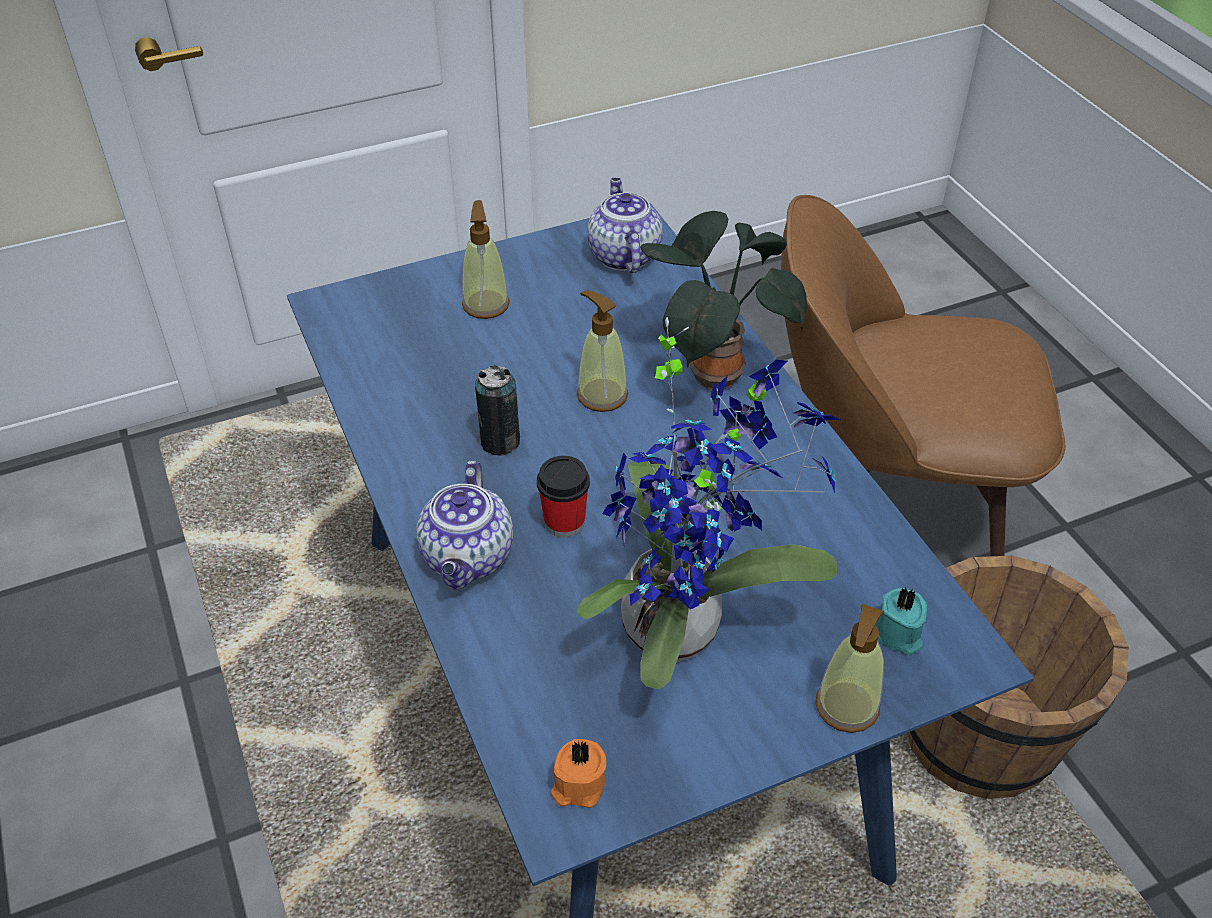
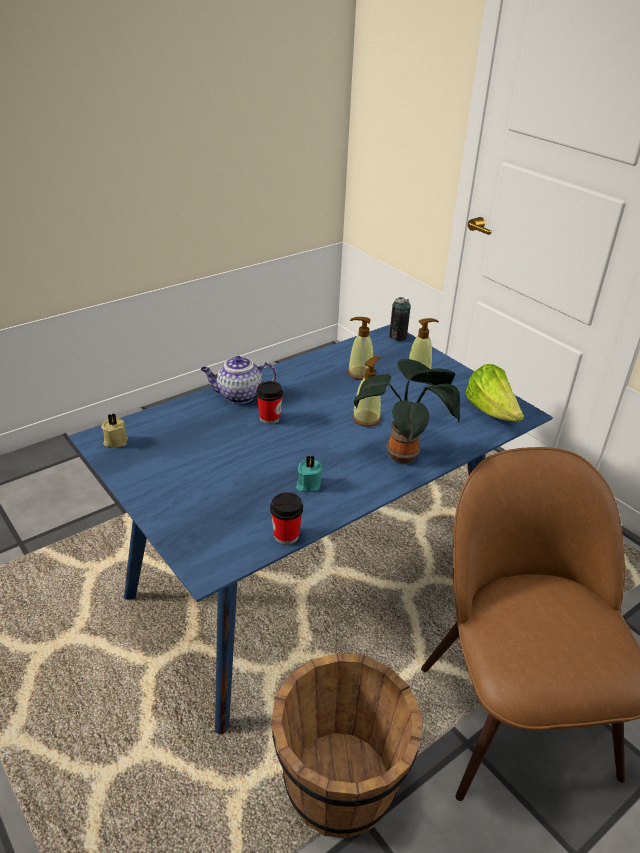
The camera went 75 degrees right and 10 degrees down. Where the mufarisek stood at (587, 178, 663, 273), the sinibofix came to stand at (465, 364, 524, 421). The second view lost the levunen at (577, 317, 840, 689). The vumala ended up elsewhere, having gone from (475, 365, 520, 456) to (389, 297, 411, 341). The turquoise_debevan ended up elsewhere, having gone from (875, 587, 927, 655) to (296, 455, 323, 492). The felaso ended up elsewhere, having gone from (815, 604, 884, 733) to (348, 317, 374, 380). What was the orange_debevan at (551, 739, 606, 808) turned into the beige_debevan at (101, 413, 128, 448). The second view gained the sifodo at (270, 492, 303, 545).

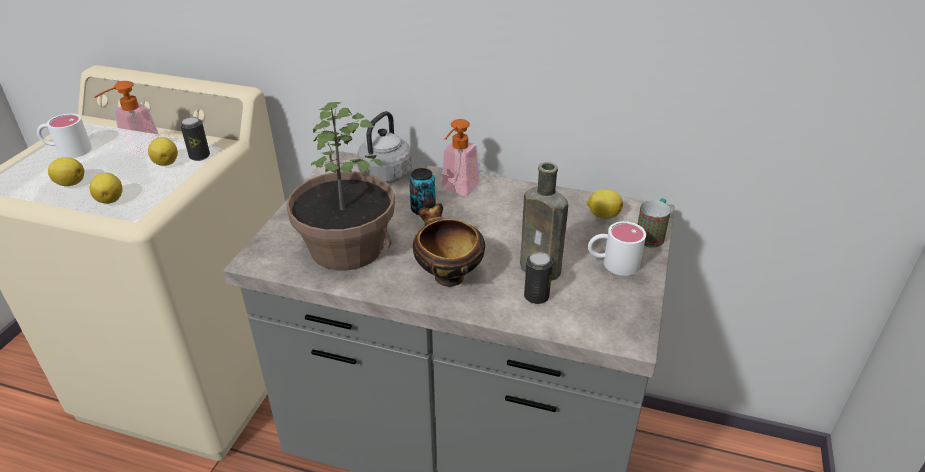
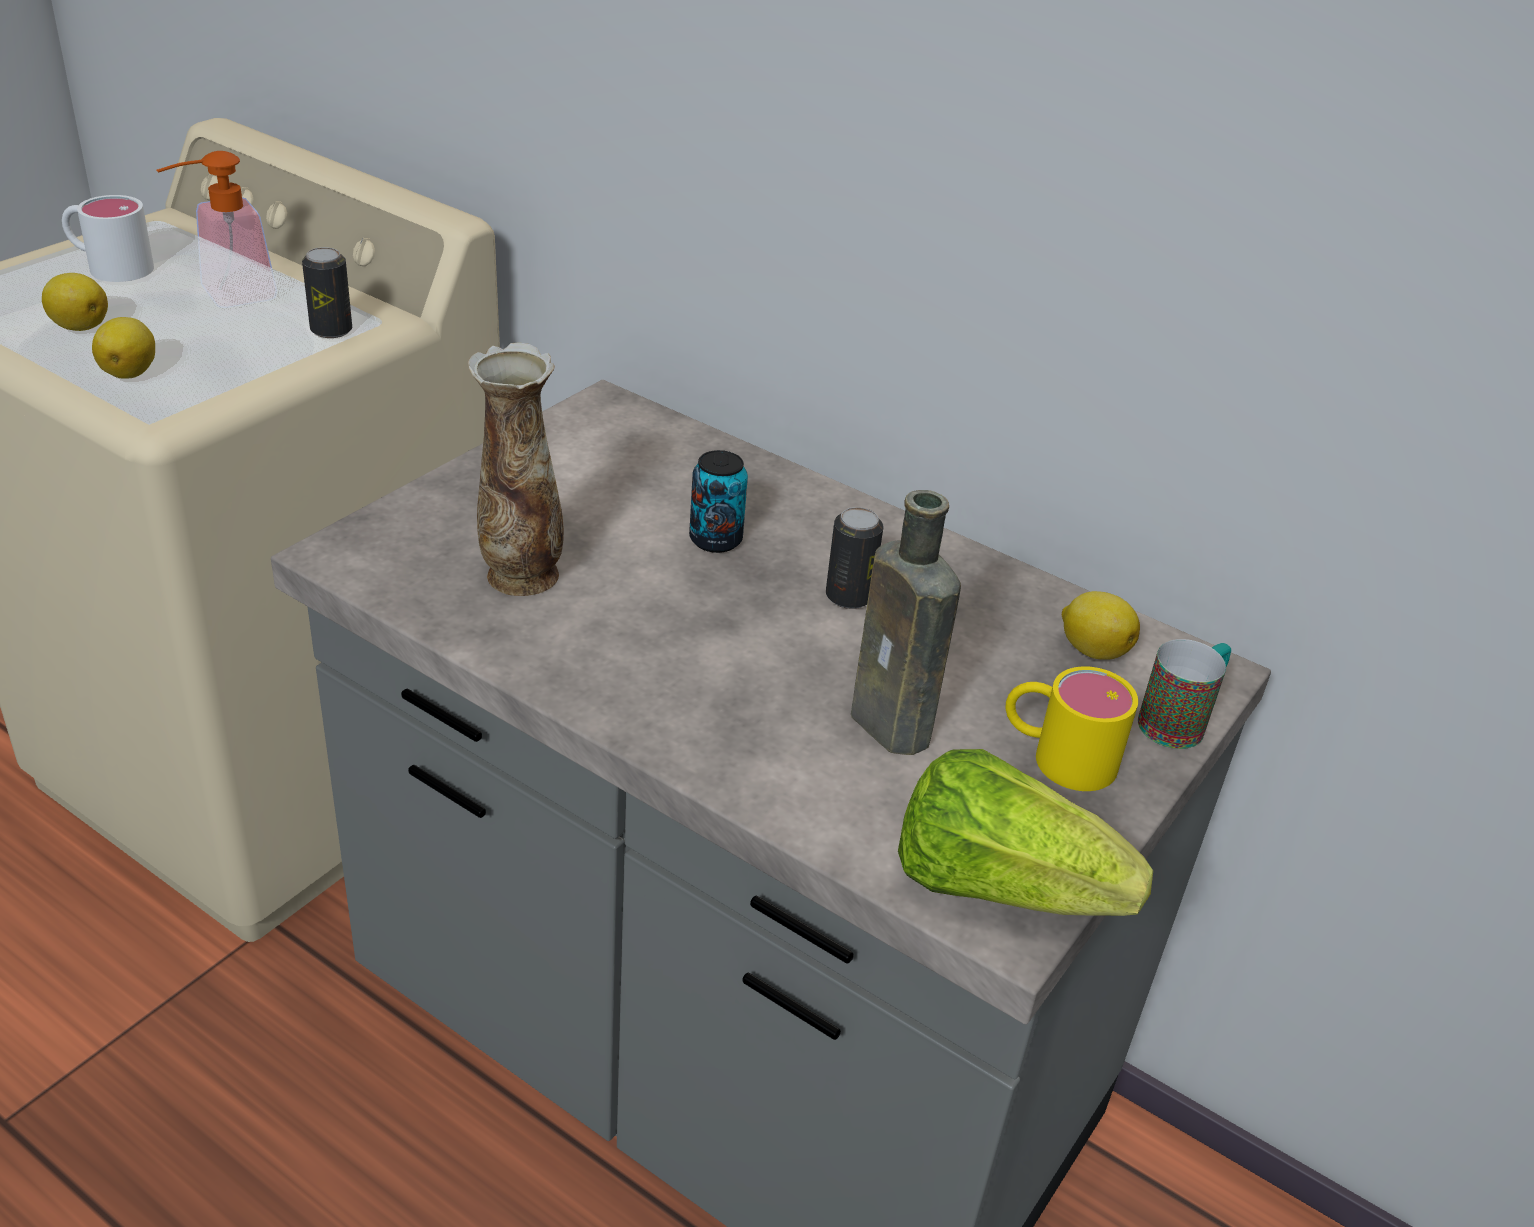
The camera went 15 degrees right and 0 degrees up. Where the levunen stood at (287, 102, 395, 271), the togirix came to stand at (468, 342, 564, 596). The second view lost the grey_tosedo at (353, 111, 412, 184). The second view lost the felaso at (441, 119, 480, 196). The second view lost the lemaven at (148, 137, 178, 166). The second view lost the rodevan at (413, 203, 485, 287). What was the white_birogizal at (588, 221, 646, 276) turned into the yellow_birogizal at (1005, 666, 1138, 791). The vumala ended up elsewhere, having gone from (524, 252, 553, 304) to (826, 507, 883, 609). The second view gained the sinibofix at (898, 749, 1153, 916).

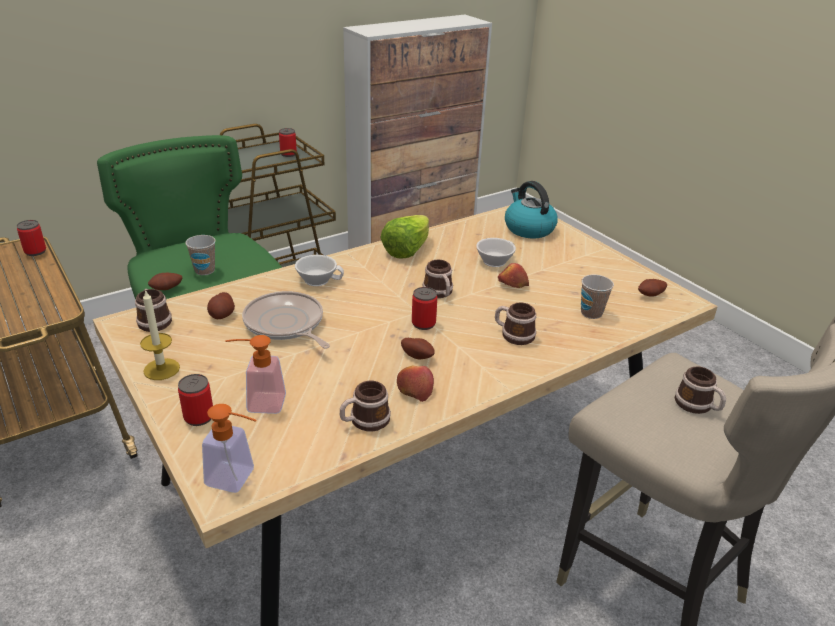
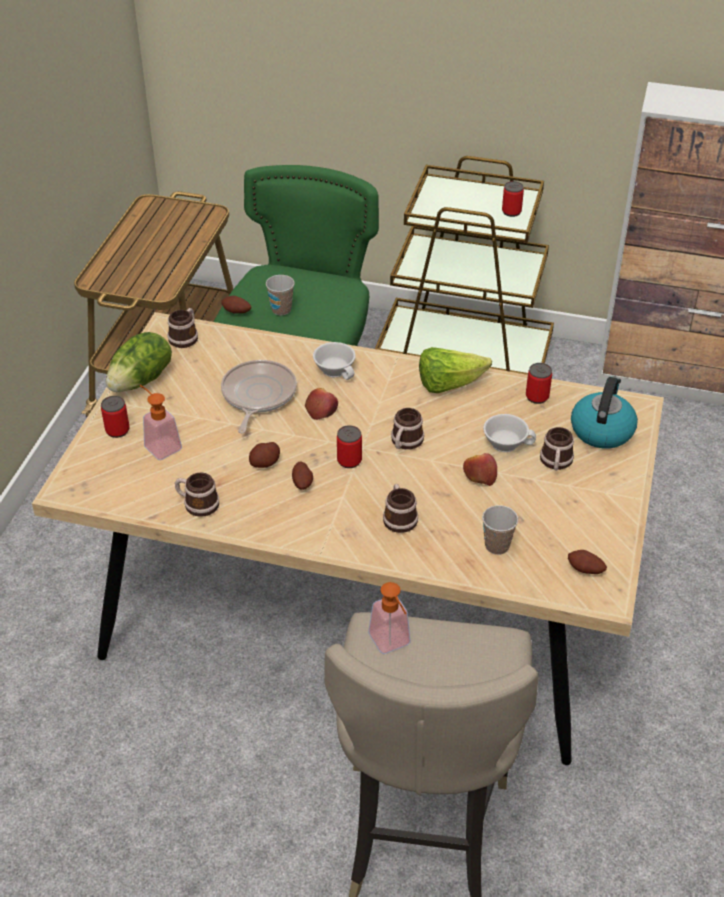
The camera went 50 degrees right and 10 degrees up. The vumala ended up elsewhere, having gone from (17, 220, 46, 256) to (526, 363, 552, 404). Where the debevan stood at (140, 289, 180, 380), the sinibofix came to stand at (106, 332, 172, 392). The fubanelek ended up elsewhere, having gone from (207, 292, 235, 319) to (249, 442, 280, 468). The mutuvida ended up elsewhere, having gone from (397, 366, 434, 402) to (305, 388, 338, 420). The birogizal ended up elsewhere, having gone from (675, 366, 726, 414) to (540, 427, 574, 471). The felaso ended up elsewhere, having gone from (202, 404, 256, 493) to (368, 582, 411, 654).

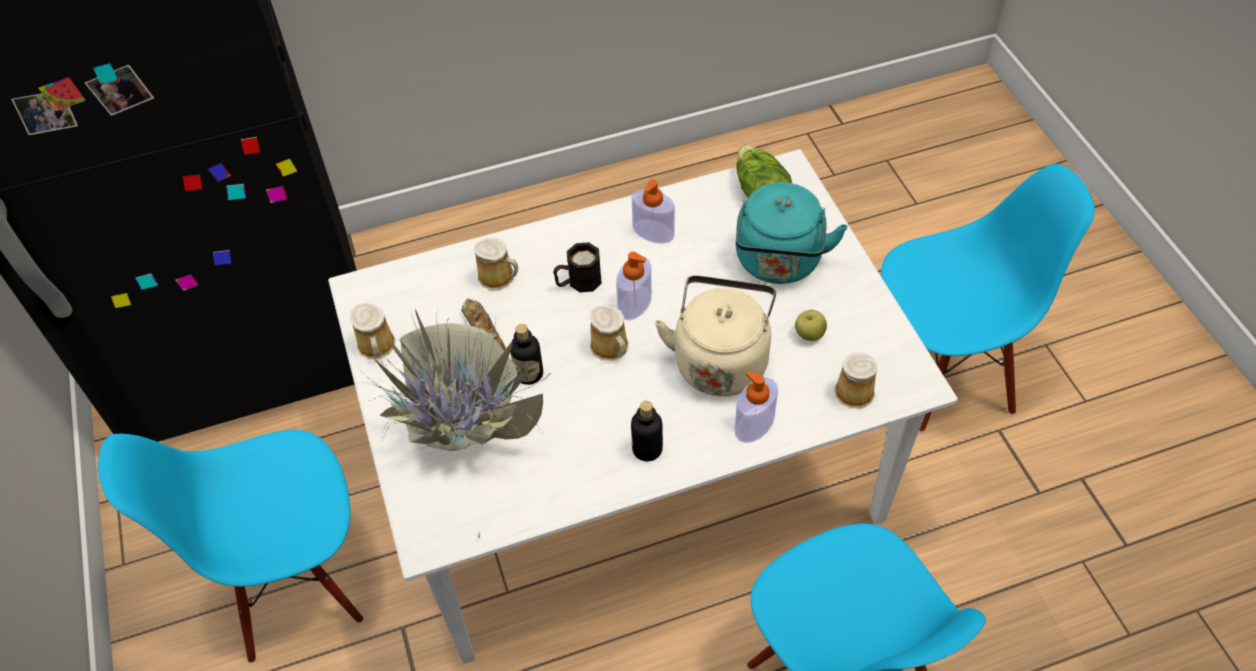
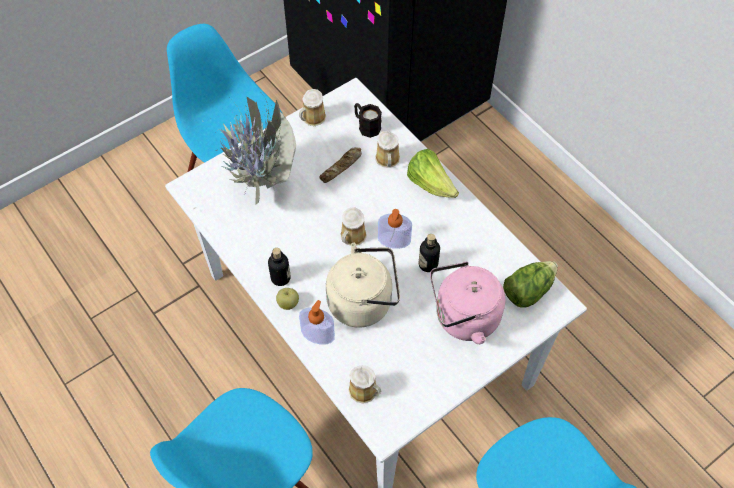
The camera went 70 degrees right and 5 degrees up. The second view lost the felaso at (632, 179, 675, 244). What was the turquoise_tosedo at (736, 182, 848, 284) turned into the pink_tosedo at (430, 262, 506, 344). The black_birogizal ended up elsewhere, having gone from (553, 242, 602, 293) to (354, 103, 382, 138). The mutuvida ended up elsewhere, having gone from (795, 310, 827, 341) to (276, 288, 299, 310). The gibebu ended up elsewhere, having gone from (510, 324, 543, 385) to (419, 234, 440, 272). The second view gained the sinibofix at (407, 149, 459, 198).

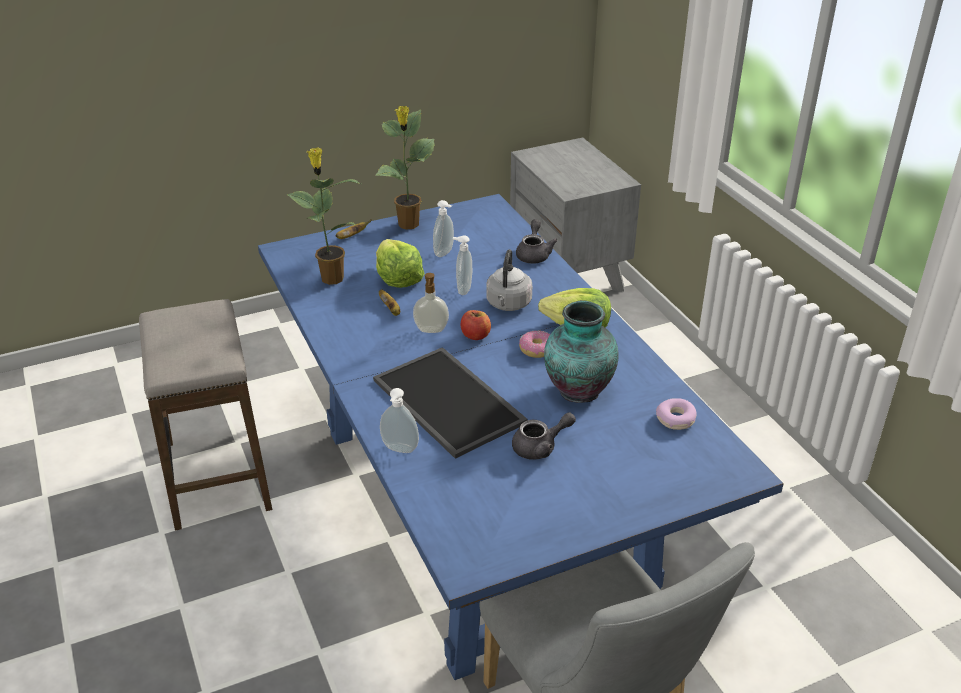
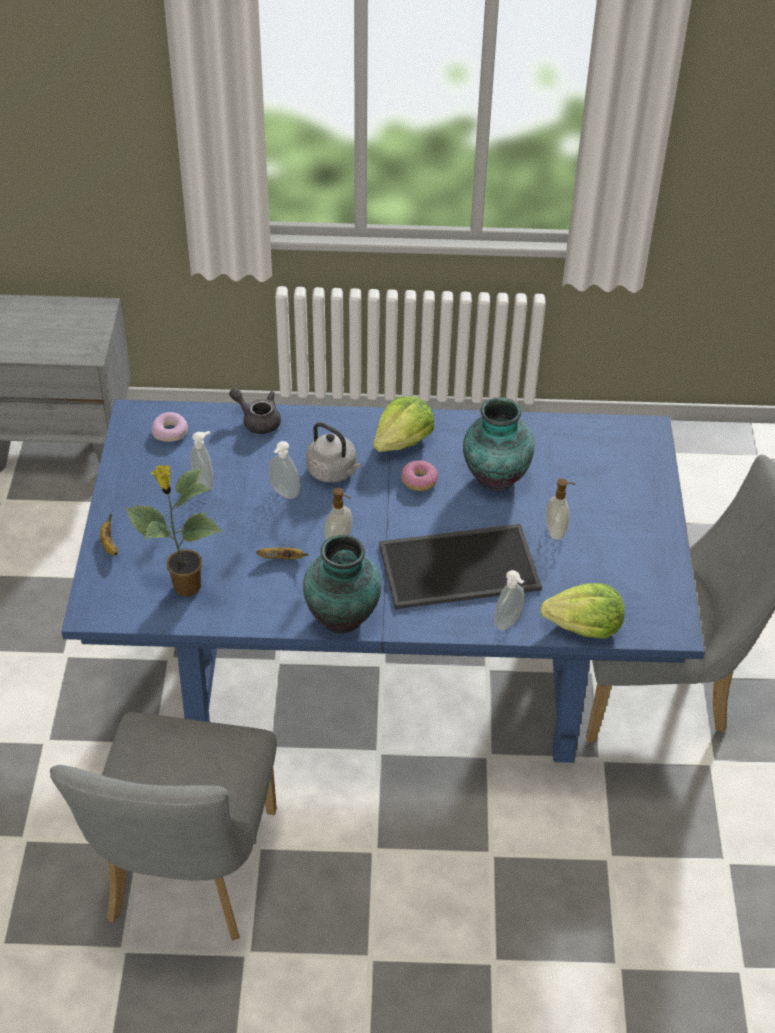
The camera went 65 degrees left and 10 degrees up. The second view lost the levunen at (375, 106, 435, 230). The sinibofix ended up elsewhere, having gone from (376, 239, 425, 288) to (540, 583, 625, 639). Where the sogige stood at (139, 299, 272, 530), the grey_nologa came to stand at (50, 712, 277, 940). The second view lost the mutuvida at (461, 310, 491, 340). The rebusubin ended up elsewhere, having gone from (656, 398, 696, 430) to (152, 412, 188, 442). Where the grey_mufarisek stood at (512, 412, 576, 460), the felaso came to stand at (546, 478, 576, 540). The second view gained the togirix at (303, 535, 381, 633).

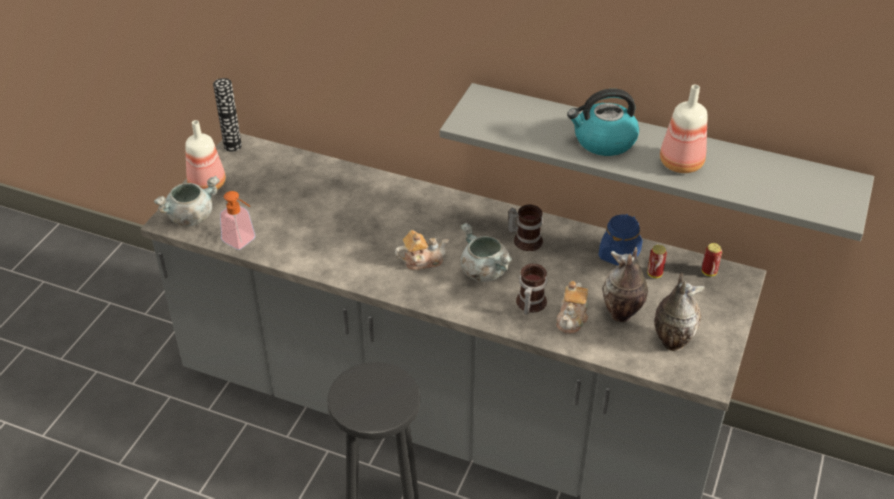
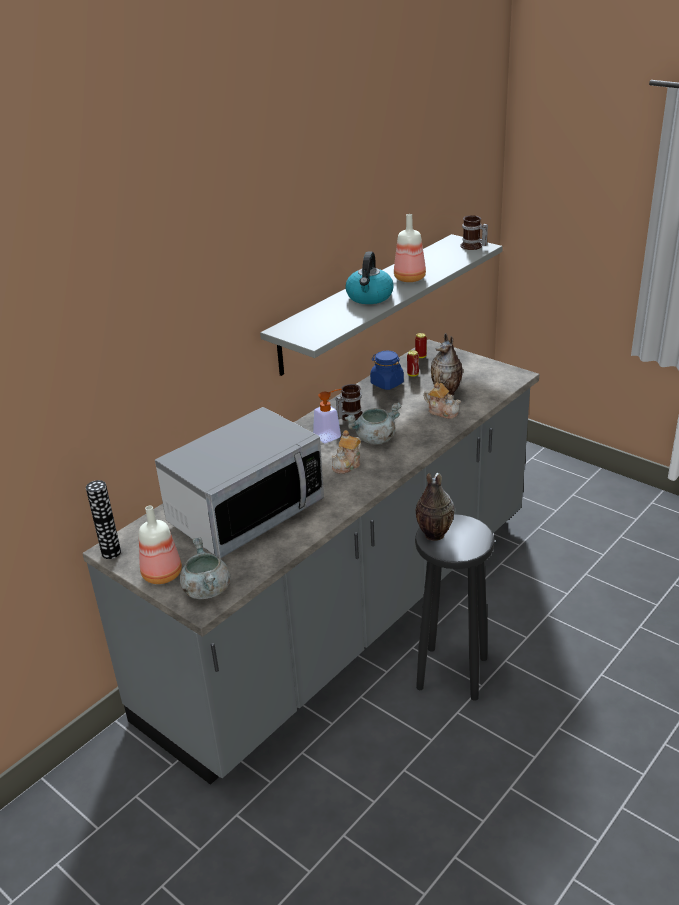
The camera went 70 degrees left and 10 degrees down. The felaso ended up elsewhere, having gone from (220, 191, 255, 250) to (313, 389, 342, 443). The mufarisek at (395, 230, 449, 270) ended up facing another way, 150 degrees counterclockwise from before. The birogizal ended up elsewhere, having gone from (516, 264, 547, 315) to (460, 215, 488, 250). The togirix ended up elsewhere, having gone from (655, 273, 705, 351) to (416, 473, 455, 541). The second view gained the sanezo at (155, 407, 324, 558).

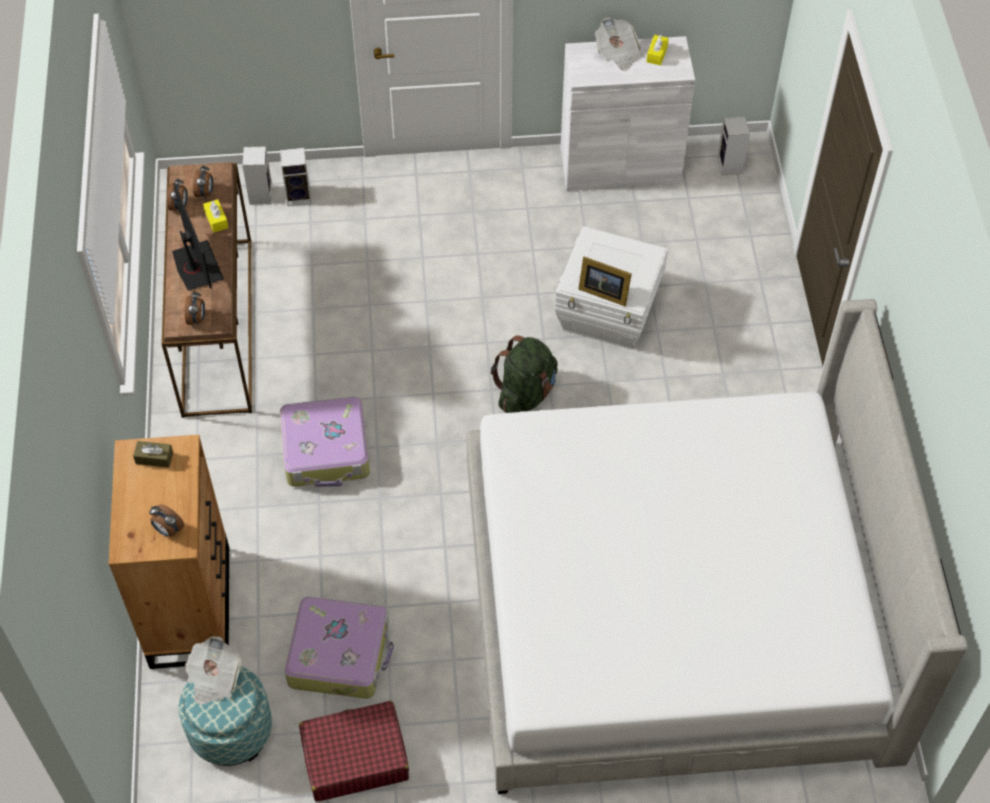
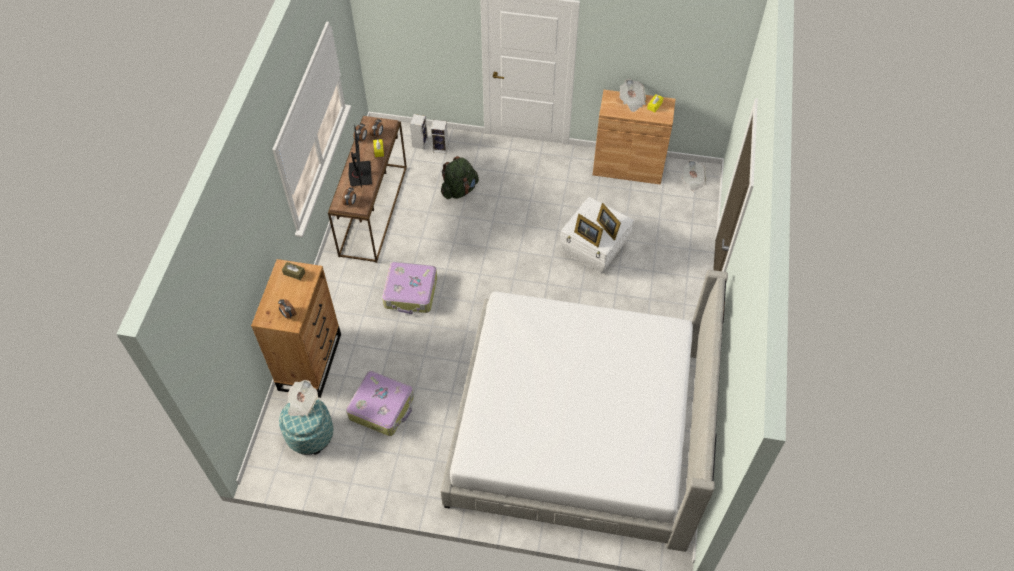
The camera went 15 degrees right and 0 degrees up. What was the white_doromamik at (561, 36, 695, 191) turned into the brown_doromamik at (593, 90, 676, 185). Where the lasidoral stood at (717, 116, 750, 176), the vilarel came to stand at (682, 160, 706, 191). The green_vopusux ended up elsewhere, having gone from (491, 335, 558, 413) to (441, 156, 479, 199). The second view lost the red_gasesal at (299, 701, 409, 802). The second view gained the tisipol at (596, 203, 621, 240).

